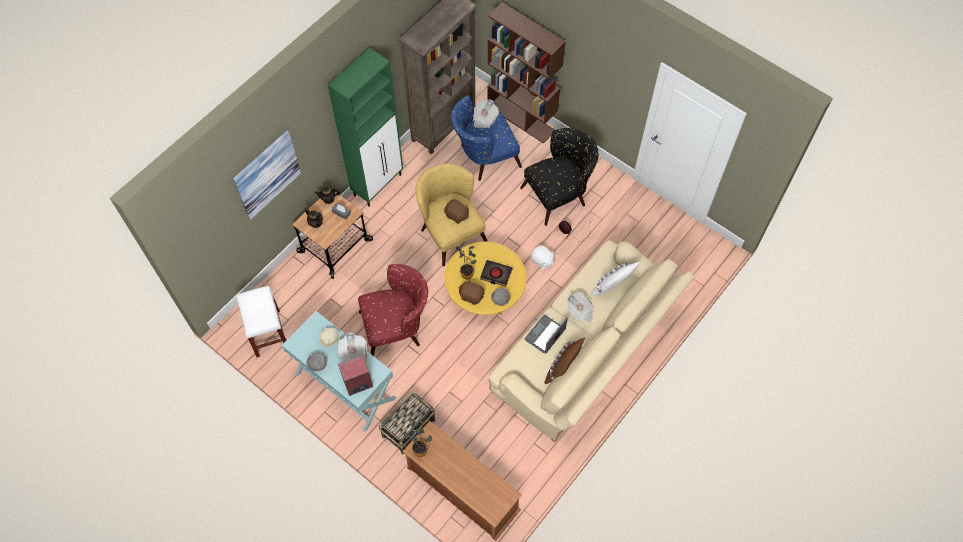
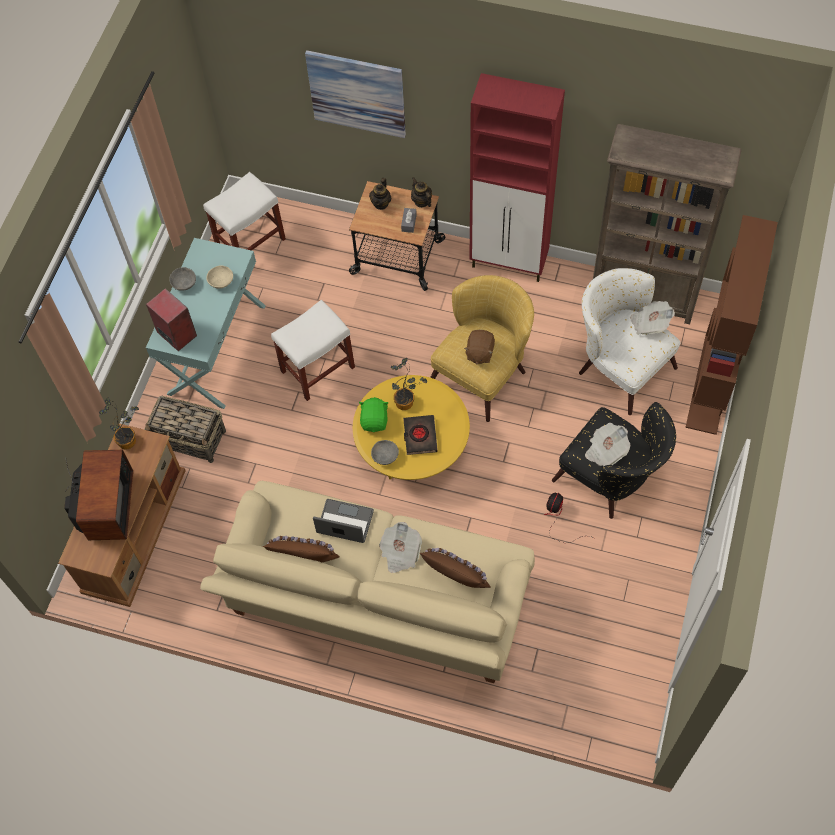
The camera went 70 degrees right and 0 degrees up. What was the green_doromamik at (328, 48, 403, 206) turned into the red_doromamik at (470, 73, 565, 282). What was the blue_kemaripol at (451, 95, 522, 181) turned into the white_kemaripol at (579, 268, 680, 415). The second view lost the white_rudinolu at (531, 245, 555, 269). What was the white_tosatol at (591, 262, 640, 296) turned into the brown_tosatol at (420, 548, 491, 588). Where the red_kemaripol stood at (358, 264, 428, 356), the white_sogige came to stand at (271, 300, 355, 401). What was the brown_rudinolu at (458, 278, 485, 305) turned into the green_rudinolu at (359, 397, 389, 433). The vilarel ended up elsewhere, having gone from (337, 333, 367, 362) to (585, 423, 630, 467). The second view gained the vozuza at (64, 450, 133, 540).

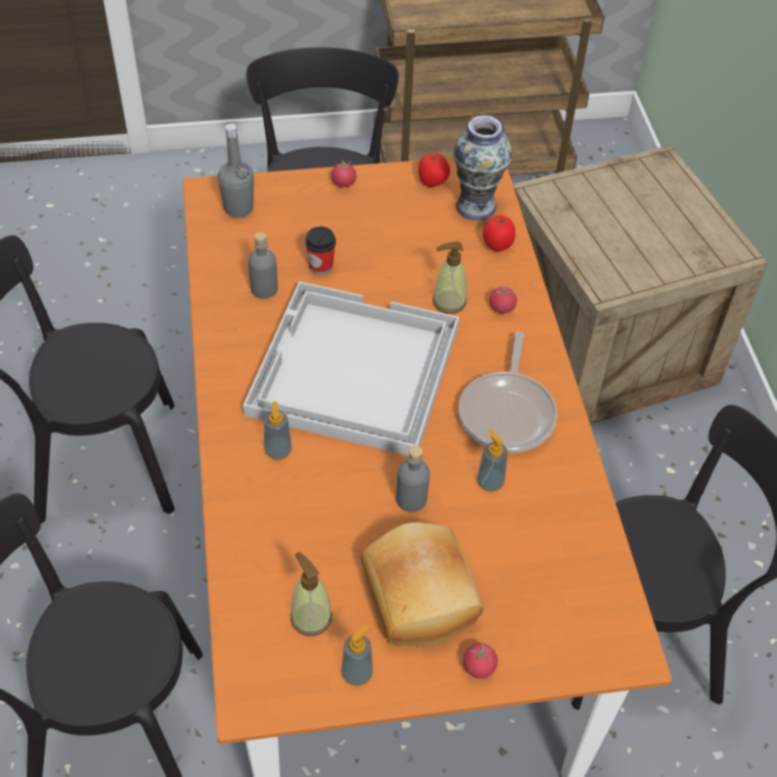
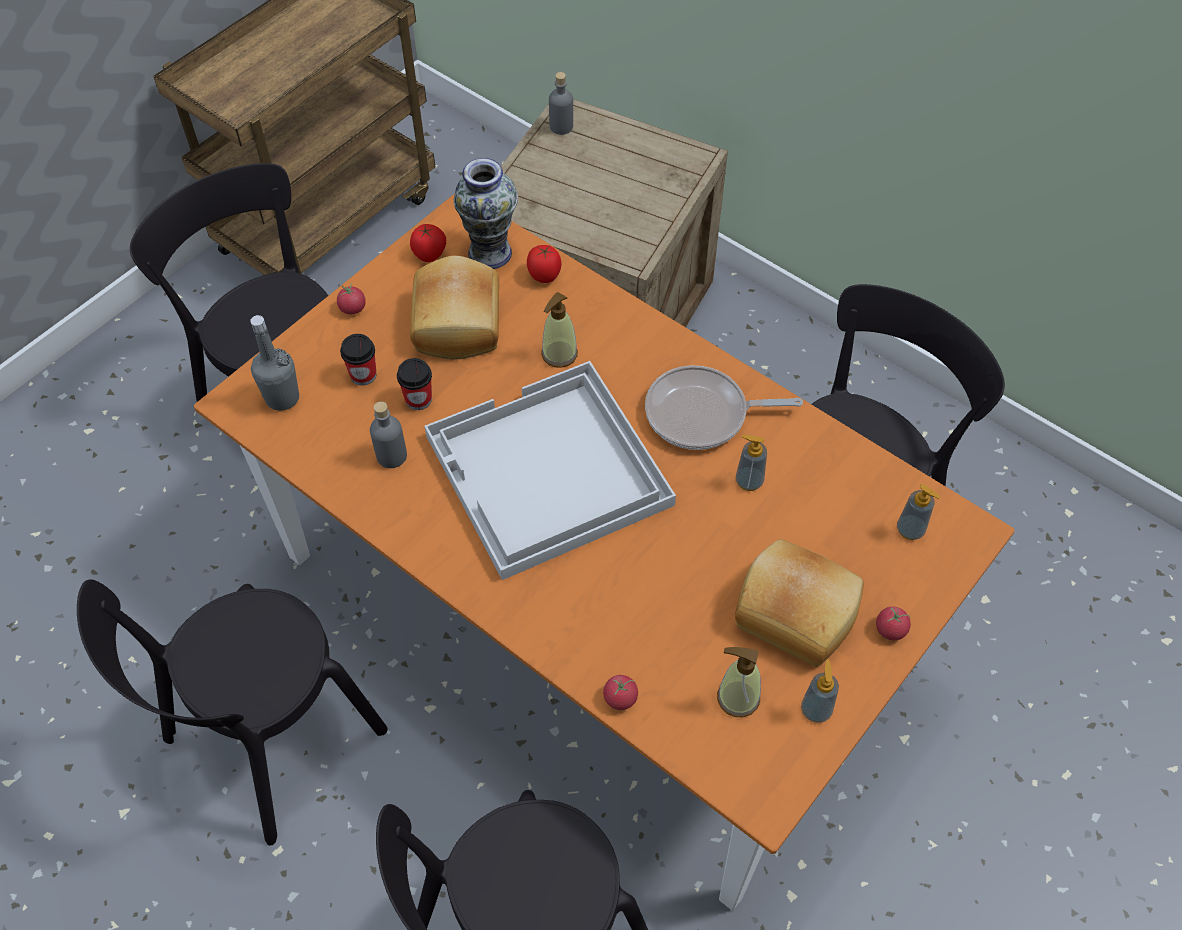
The camera went 40 degrees left and 5 degrees up. The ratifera ended up elsewhere, having gone from (489, 285, 517, 313) to (603, 675, 638, 710). The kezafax at (458, 332, 557, 453) ended up facing another way, 120 degrees clockwise from before. The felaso ended up elsewhere, having gone from (264, 401, 292, 460) to (897, 484, 940, 540). The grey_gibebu ended up elsewhere, having gone from (396, 446, 430, 512) to (549, 72, 573, 135). The second view gained the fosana at (410, 256, 499, 359). The second view gained the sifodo at (340, 334, 376, 386).

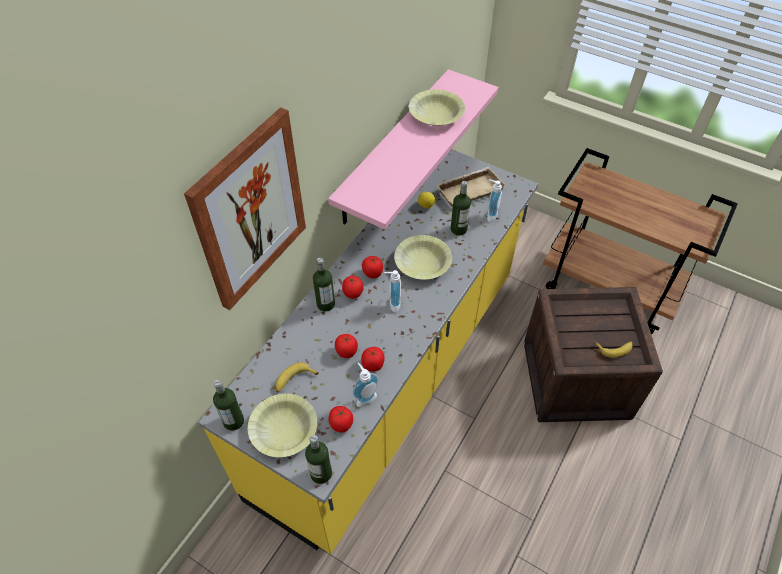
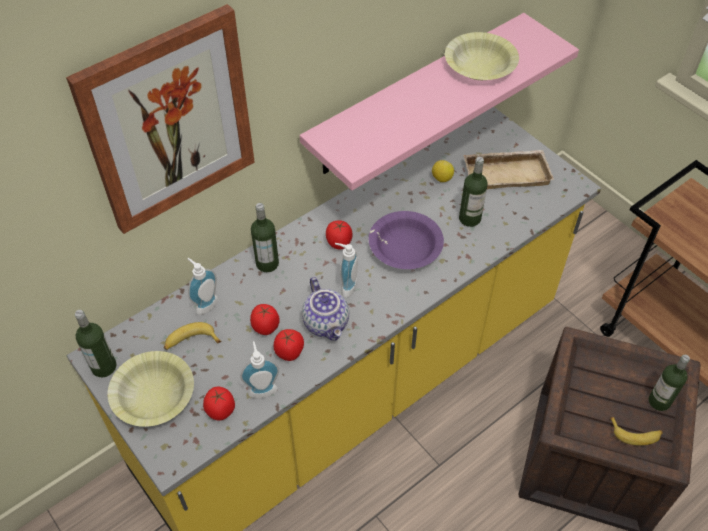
The camera went 20 degrees right and 0 degrees up. The felaso ended up elsewhere, having gone from (487, 179, 502, 222) to (187, 258, 218, 315). What was the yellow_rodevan at (394, 235, 452, 280) turned into the purple_rodevan at (369, 211, 444, 269). The second view lost the ratifera at (342, 276, 364, 299). The gibebu ended up elsewhere, having gone from (305, 435, 332, 484) to (649, 355, 690, 411). The second view gained the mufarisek at (302, 277, 349, 341).

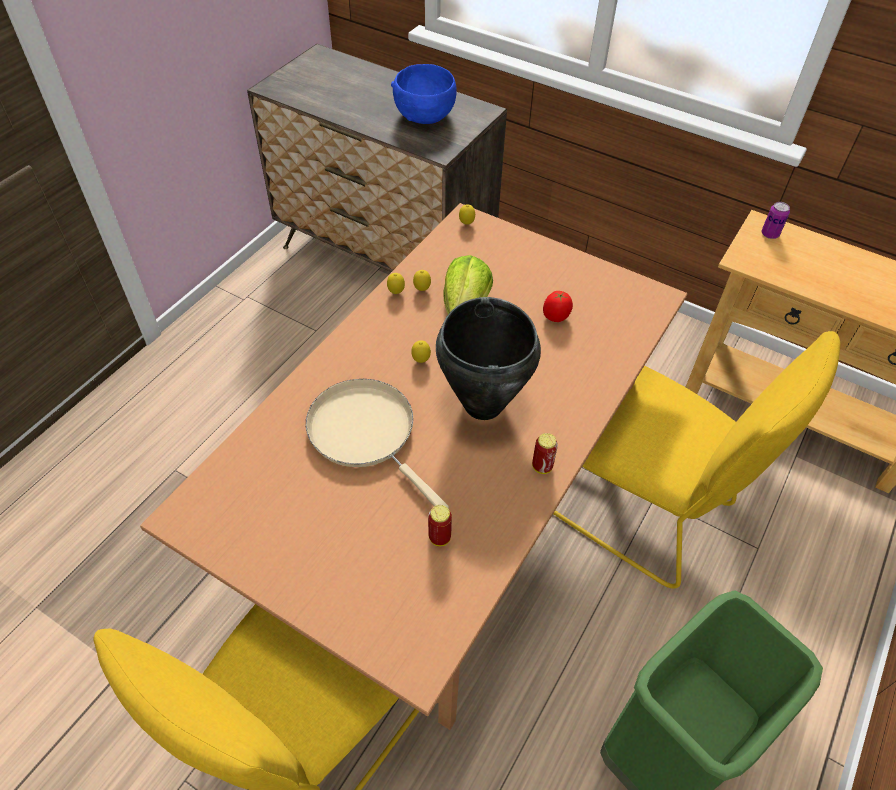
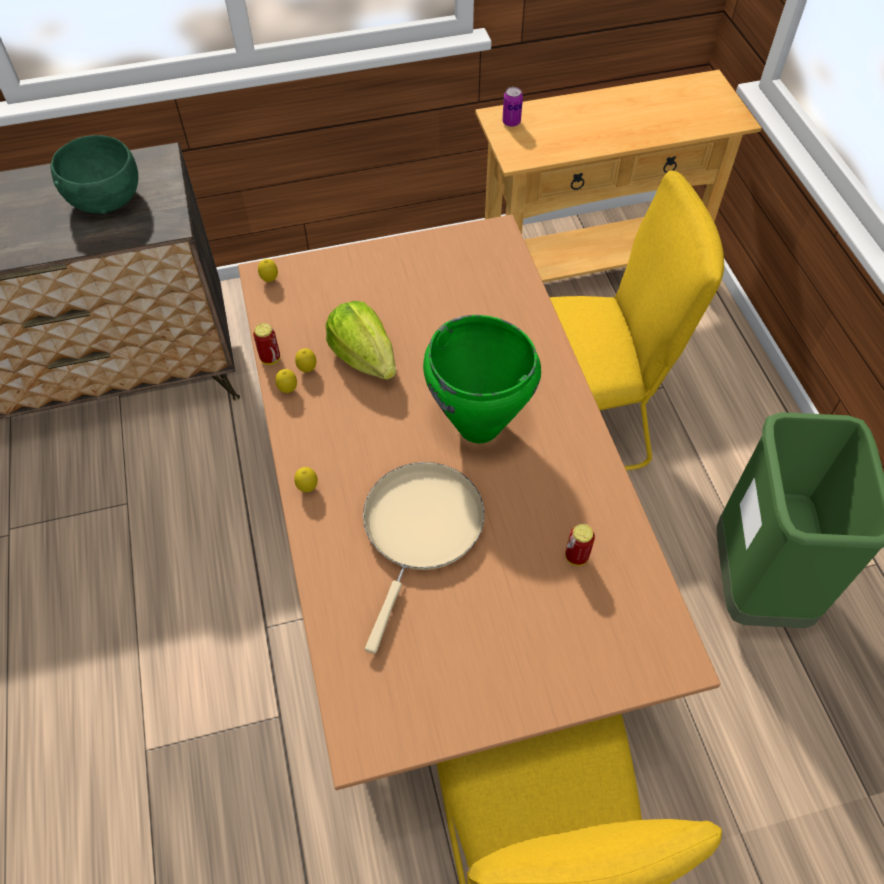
The camera went 45 degrees left and 5 degrees up. What was the blue_rodevan at (391, 64, 457, 124) turned into the green_rodevan at (51, 135, 138, 214). The second view lost the ratifera at (543, 291, 573, 322). What was the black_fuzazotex at (436, 297, 541, 420) turned into the green_fuzazotex at (423, 315, 541, 443). The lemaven ended up elsewhere, having gone from (411, 340, 431, 363) to (294, 467, 318, 492). The beige_kezafax at (306, 379, 449, 509) ended up facing another way, 105 degrees clockwise from before. The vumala ended up elsewhere, having gone from (532, 433, 558, 474) to (253, 323, 280, 365).

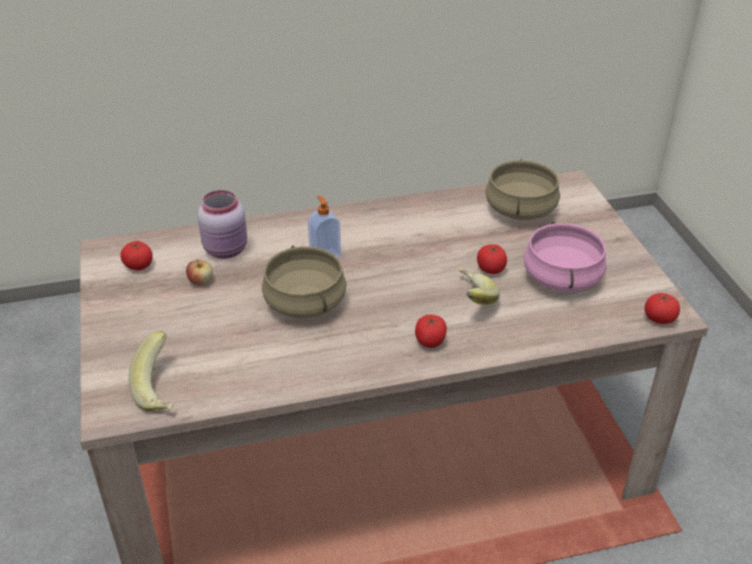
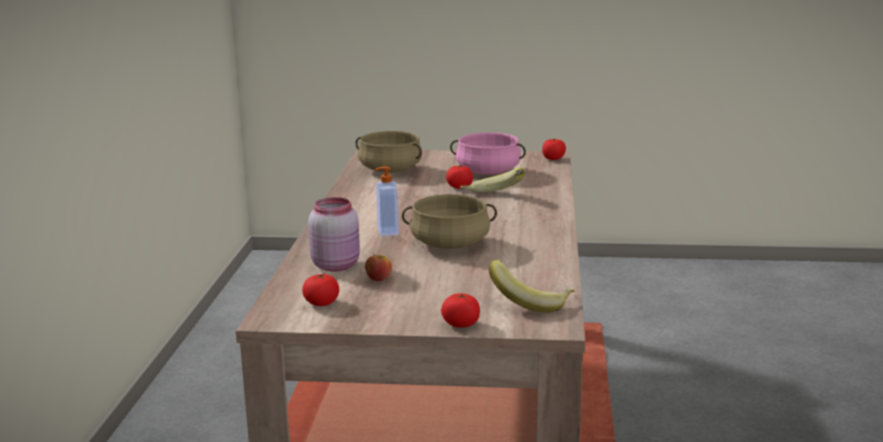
The camera went 70 degrees left and 20 degrees down. The ratifera ended up elsewhere, having gone from (415, 315, 447, 348) to (441, 293, 480, 328).

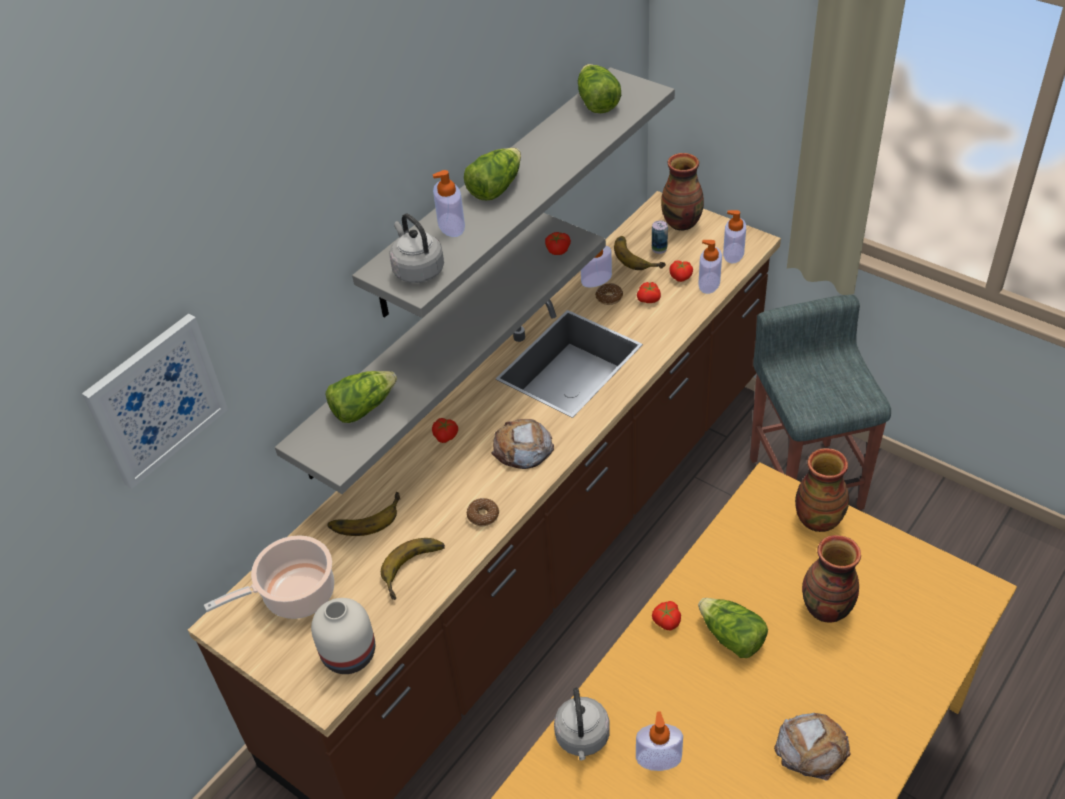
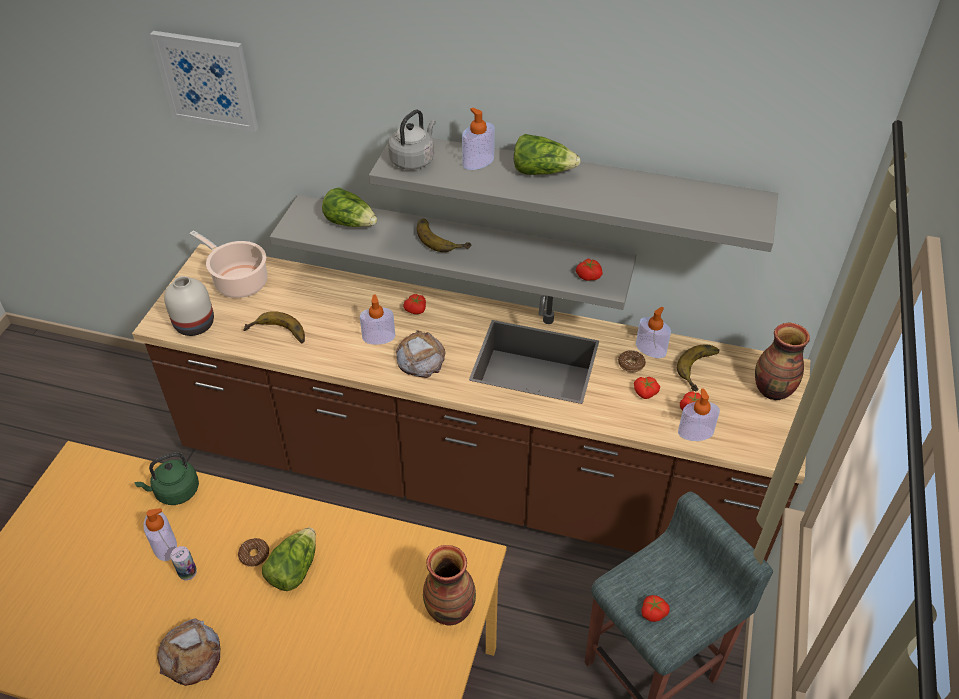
The camera went 65 degrees right and 0 degrees up. The second view lost the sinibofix at (578, 64, 621, 113). The felaso ended up elsewhere, having gone from (723, 210, 746, 264) to (360, 294, 395, 345). The vumala ended up elsewhere, having gone from (652, 221, 668, 254) to (171, 546, 197, 581). The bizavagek ended up elsewhere, having gone from (327, 492, 400, 536) to (417, 219, 472, 252). The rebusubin ended up elsewhere, having gone from (467, 498, 499, 526) to (238, 538, 269, 567). The second view lost the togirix at (802, 535, 861, 623). The ratifera ended up elsewhere, having gone from (652, 601, 681, 631) to (641, 595, 670, 622). What was the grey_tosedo at (554, 688, 610, 760) turned into the green_tosedo at (134, 452, 199, 505).

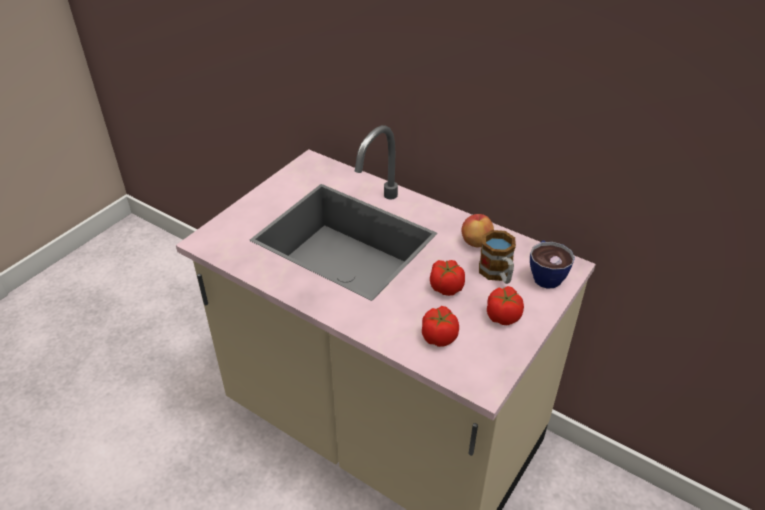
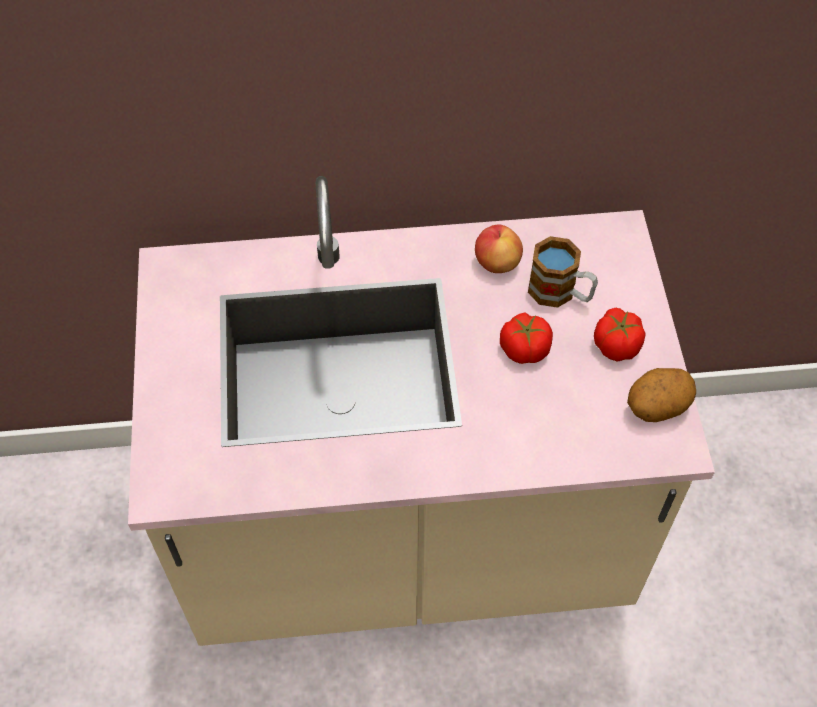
The camera went 40 degrees left and 15 degrees up. The second view lost the sifodo at (530, 240, 575, 289). The second view lost the ratifera at (422, 306, 459, 347). The second view gained the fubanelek at (627, 368, 696, 422).

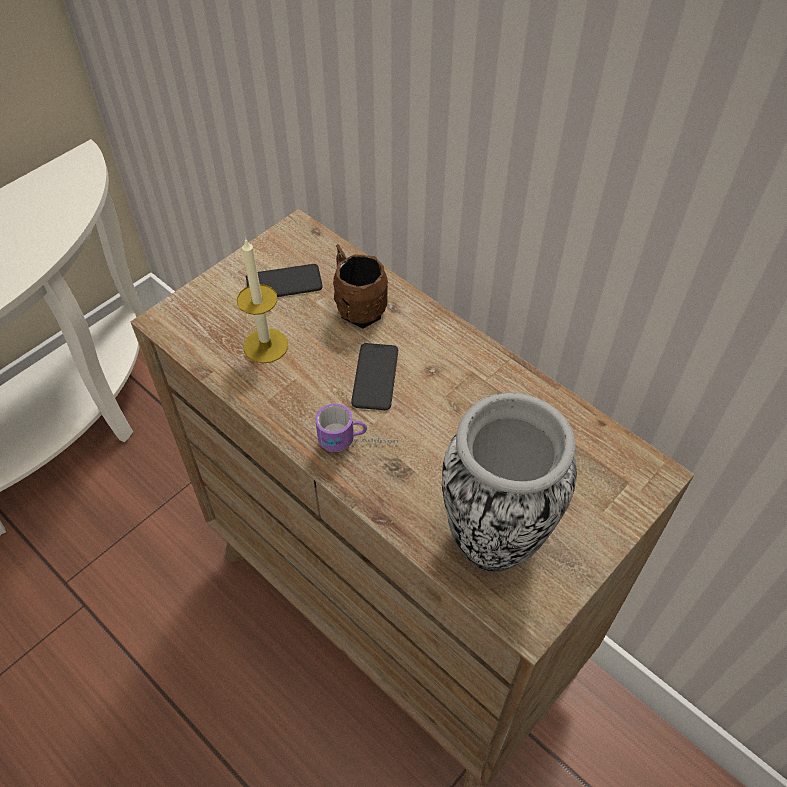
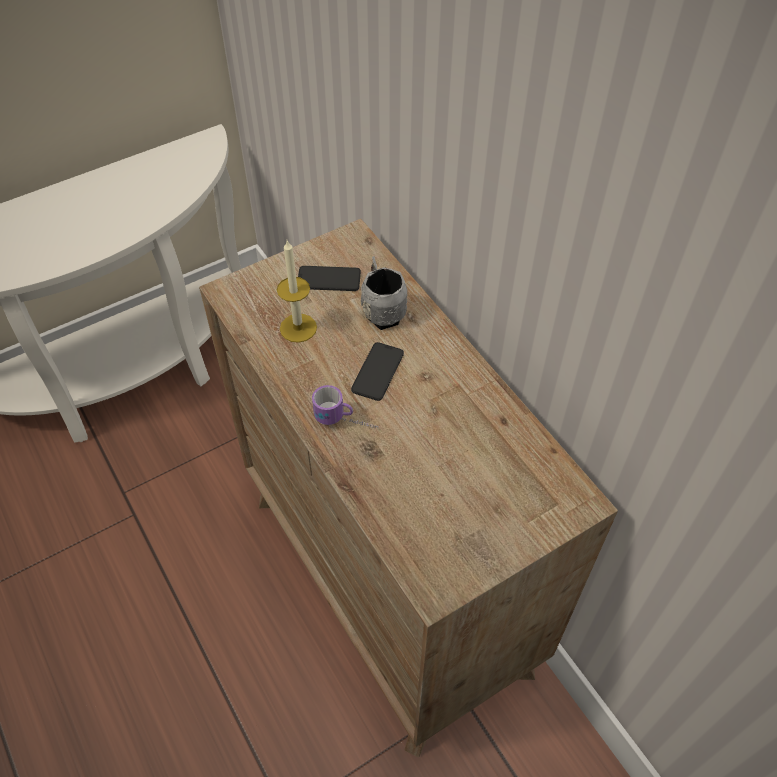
The camera went 15 degrees right and 0 degrees up. What was the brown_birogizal at (333, 244, 388, 329) turned into the grey_birogizal at (361, 256, 408, 330). The second view lost the togirix at (442, 392, 577, 572).

